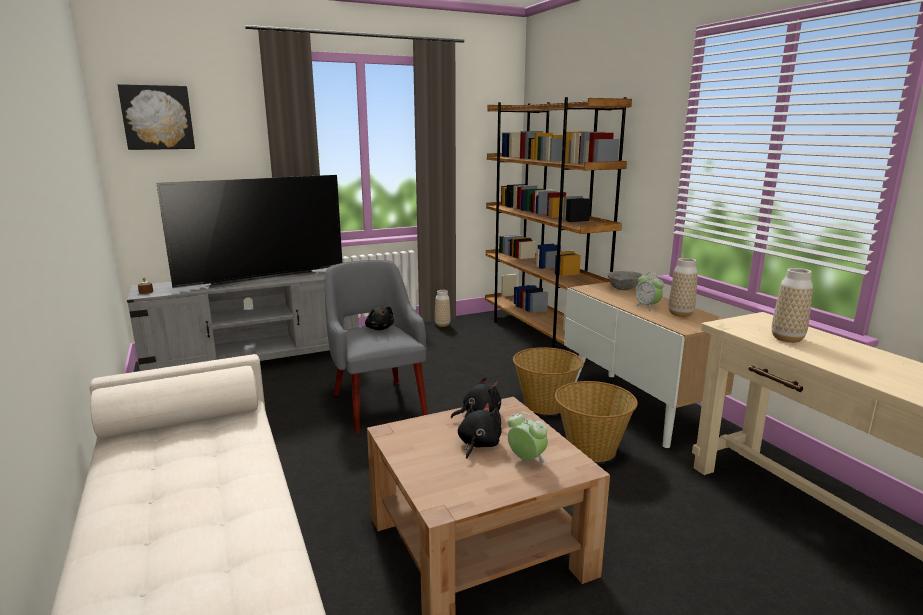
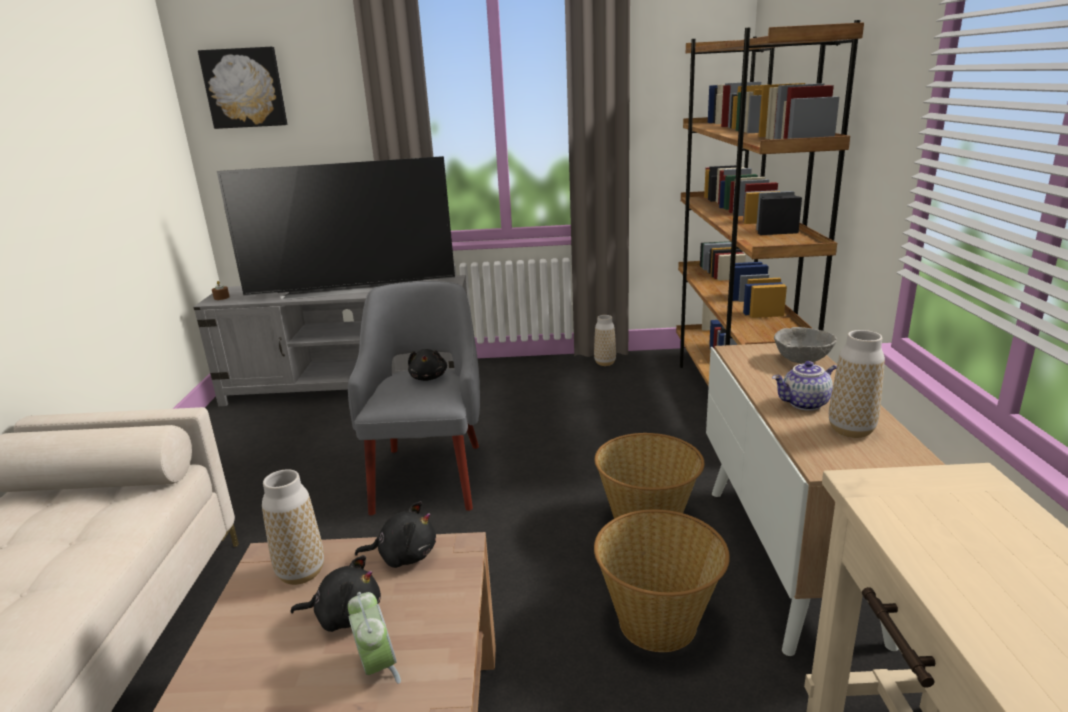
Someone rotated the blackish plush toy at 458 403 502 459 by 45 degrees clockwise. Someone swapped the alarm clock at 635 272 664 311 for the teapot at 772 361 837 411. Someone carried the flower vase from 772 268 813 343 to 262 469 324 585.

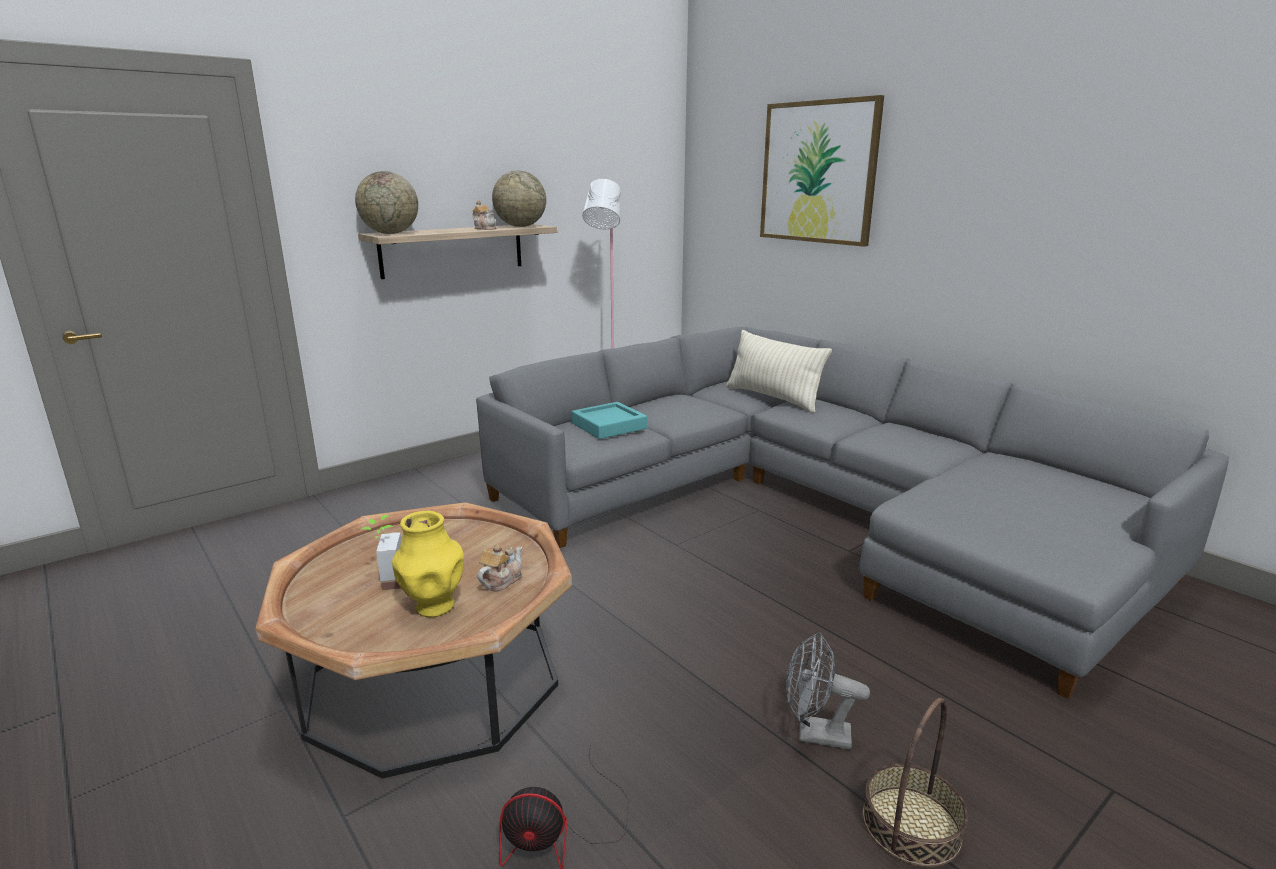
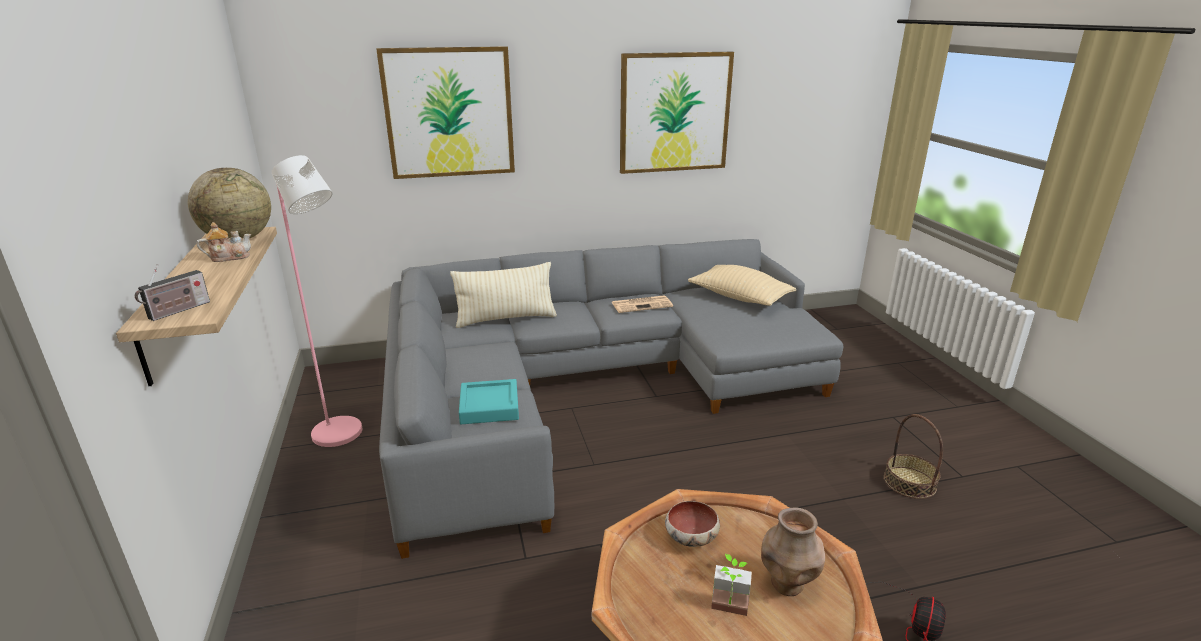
Someone swapped the desk globe at 355 171 418 234 for the radio receiver at 135 265 210 321. Someone repainted the yellowish flower vase at 392 511 464 617, which became the brown-coloured flower vase at 761 508 825 596. Someone took away the teapot at 477 544 522 592. Someone took away the greyish electric fan at 786 632 870 749. Someone put down the newspaper at 611 295 673 313. Someone put up the wall art at 620 52 734 174. Someone put down the serving bowl at 665 501 720 547. Someone put down the beige-coloured throw pillow at 688 265 796 306.

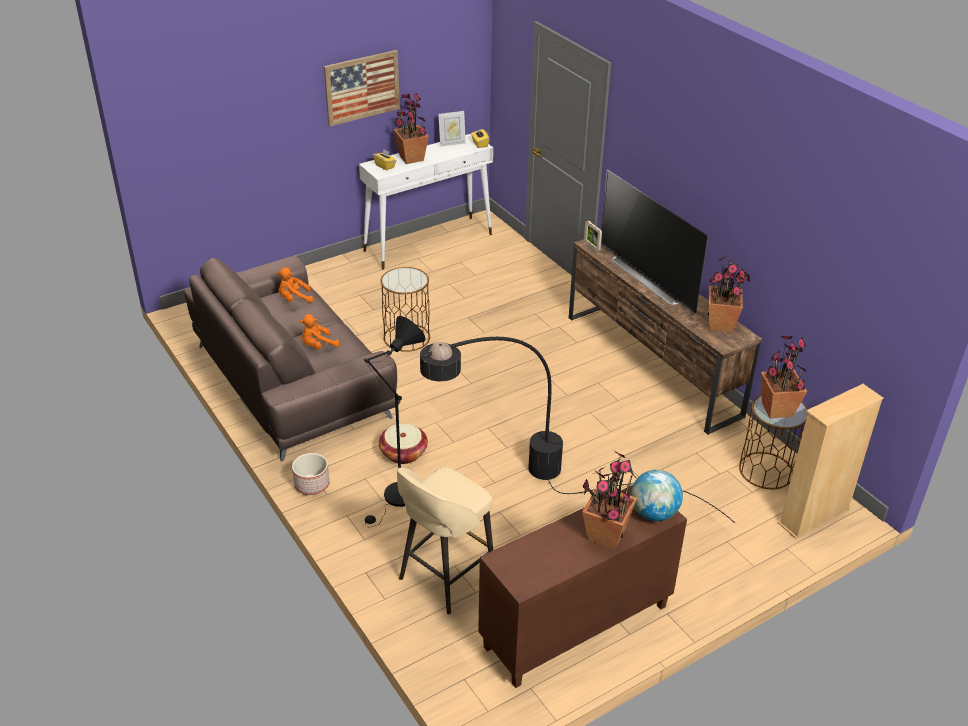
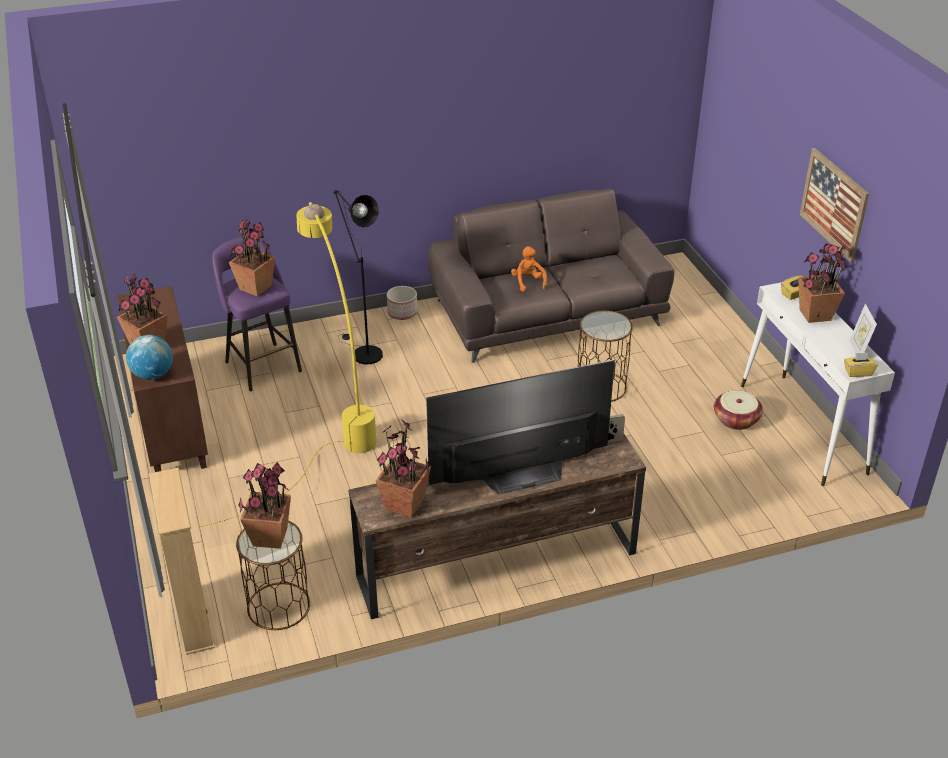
Someone took away the orange-coloured plush toy at 277 267 313 303. Someone carried the household basket from 379 423 428 464 to 714 390 763 430. Someone repainted the beige-coloured sitting stool at 397 467 493 614, which became the purple sitting stool at 212 237 302 391. Someone repainted the blackish standing lamp at 420 337 735 523, which became the yellowish standing lamp at 199 202 377 527. Someone put down the potted plant at 229 219 275 296.

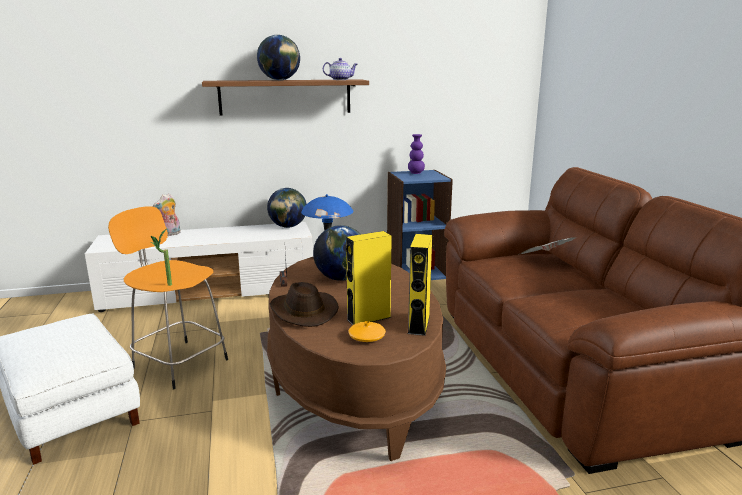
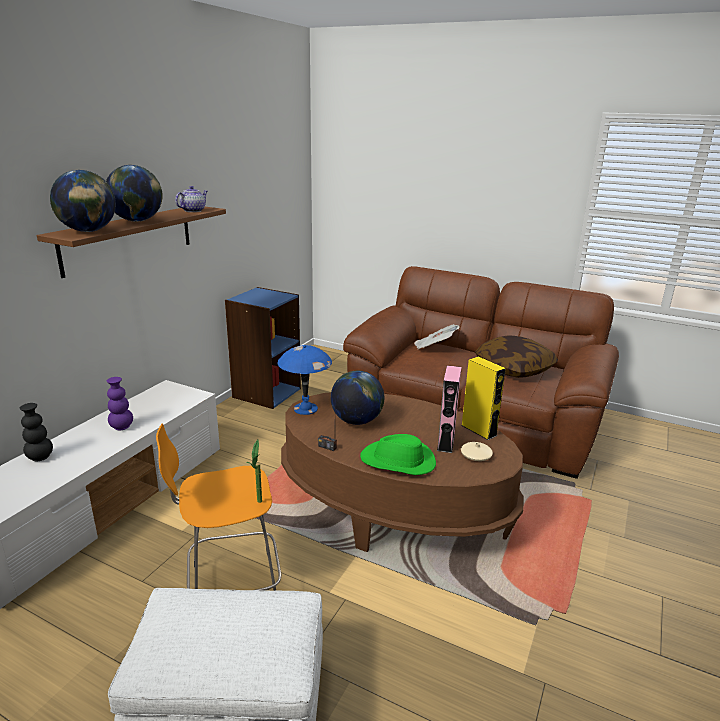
Someone swapped the plush toy at 153 193 181 236 for the blackish flower vase at 20 403 53 461. Someone carried the desk globe from 267 188 307 228 to 50 170 116 232. Someone repainted the brown-coloured clothing hat at 270 282 339 327, which became the green-coloured clothing hat at 360 434 436 475. Someone repainted the yellowish loudspeaker at 346 231 392 325, which became the pink loudspeaker at 437 365 461 453. Someone repainted the orange-coloured flower vase at 349 321 386 342, which became the beige-coloured flower vase at 461 442 493 461. Someone carried the purple flower vase from 408 134 425 174 to 107 377 133 430. Someone put down the throw pillow at 475 336 558 378.

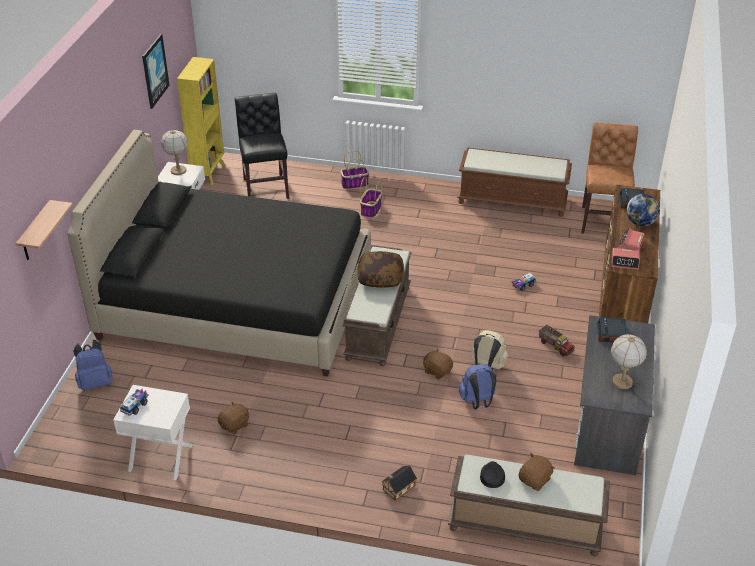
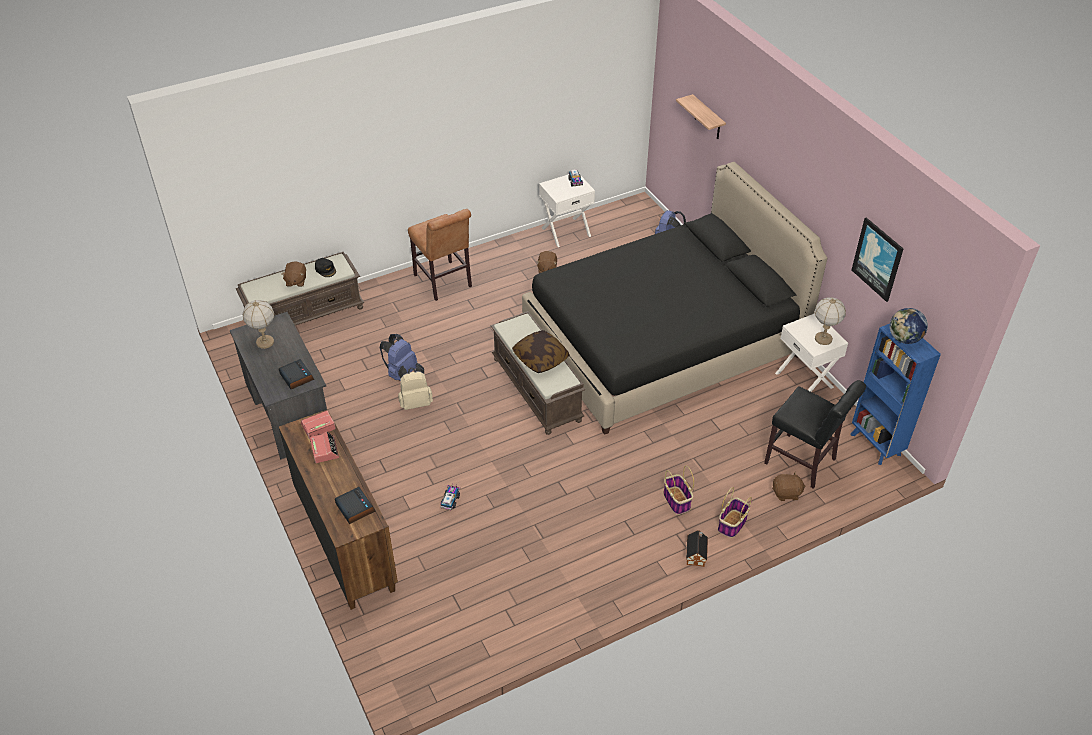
Someone repainted the yellowish shelving unit at 177 57 225 185, which became the blue-coloured shelving unit at 851 324 941 465. Someone carried the miniature house from 381 466 417 501 to 686 530 708 567. Someone carried the brown-coloured plush toy from 423 349 453 380 to 772 472 806 501. Someone took away the brown-coloured long seat at 457 147 572 217. Someone took away the toy lorry at 539 325 575 356. Someone carried the brown-coloured upright chair from 582 123 638 234 to 408 209 472 301. Someone carried the desk globe from 626 194 660 226 to 890 308 928 344.

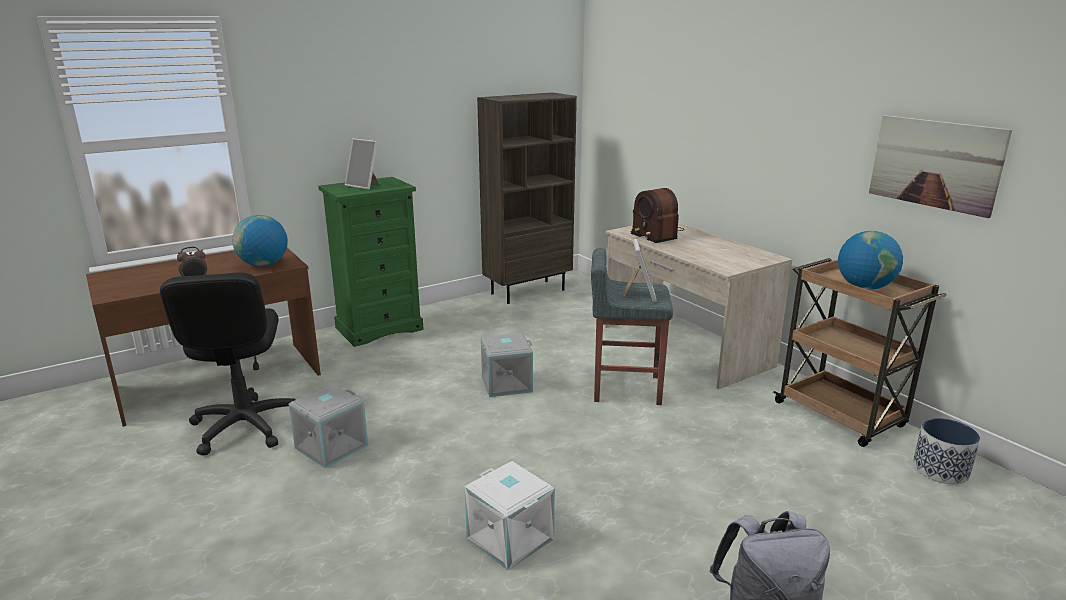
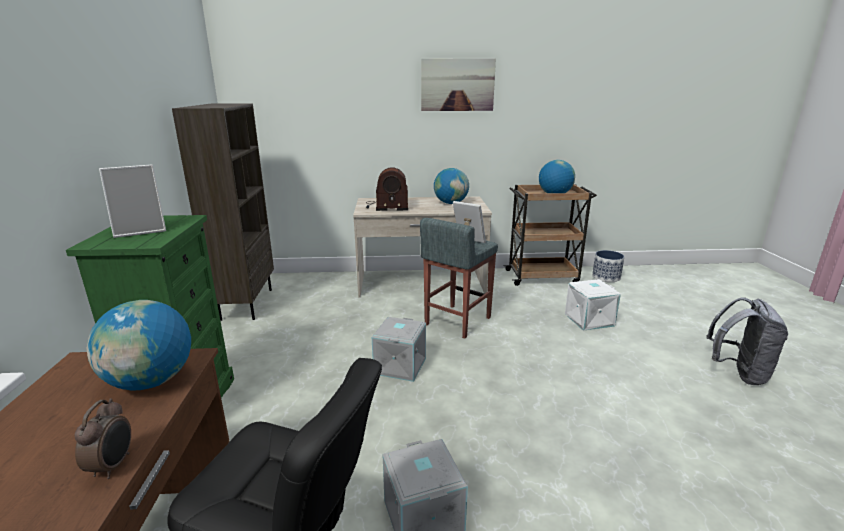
Someone carried the whitish storage bin from 465 461 555 570 to 565 279 621 331. Someone carried the wall art from 869 115 1012 218 to 421 58 496 111. Someone put down the desk globe at 434 168 469 204.

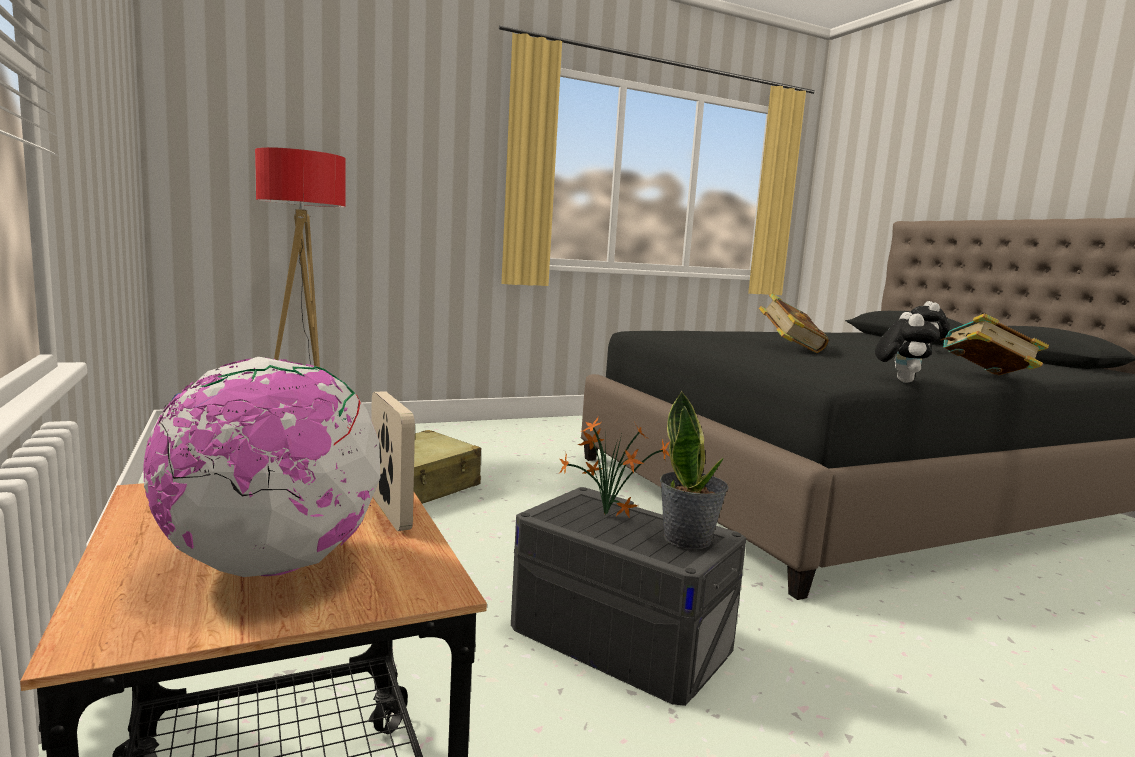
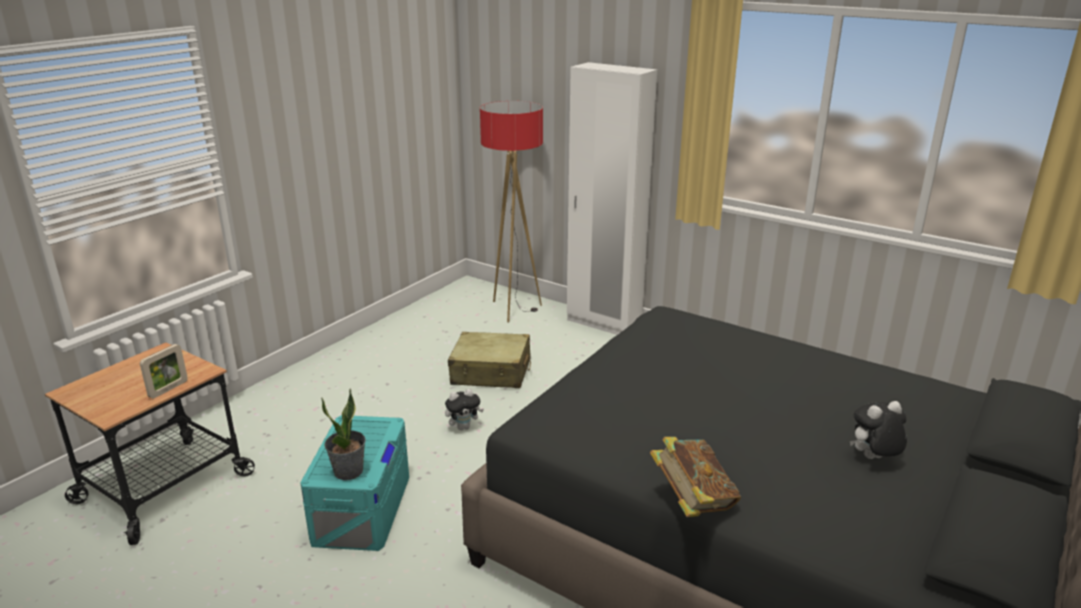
Someone took away the desk globe at 143 357 380 577. Someone repainted the greyish storage bin at 511 487 746 706, which became the turquoise-coloured storage bin at 300 415 409 551. Someone took away the potted plant at 558 417 670 518. Someone took away the volume at 759 293 829 353. Someone carried the plush toy from 875 312 940 383 to 445 389 484 430. Someone put down the whitish clothes cupboard at 567 62 657 335.

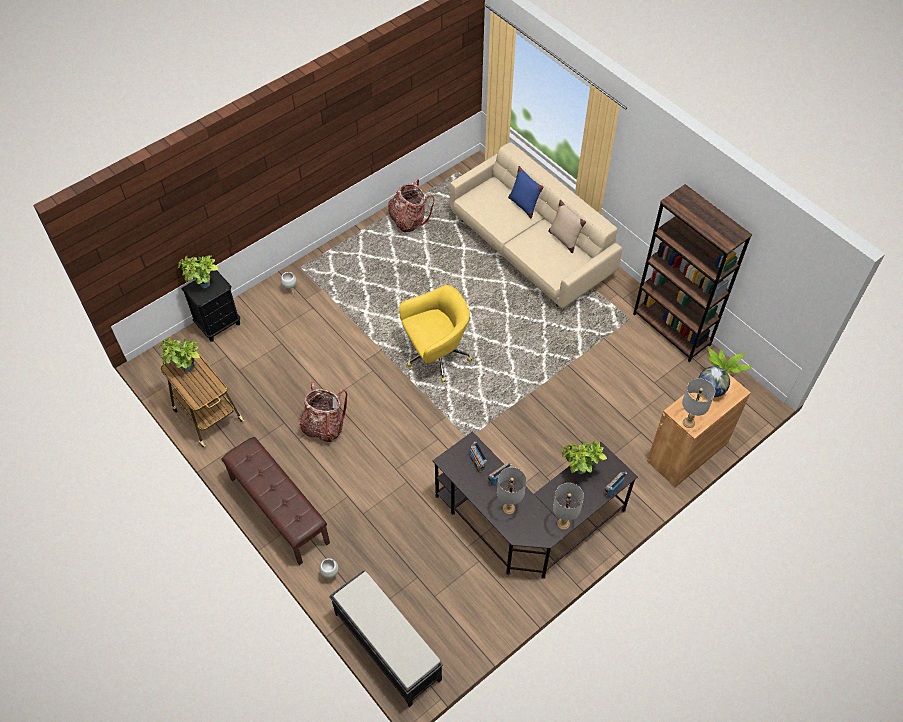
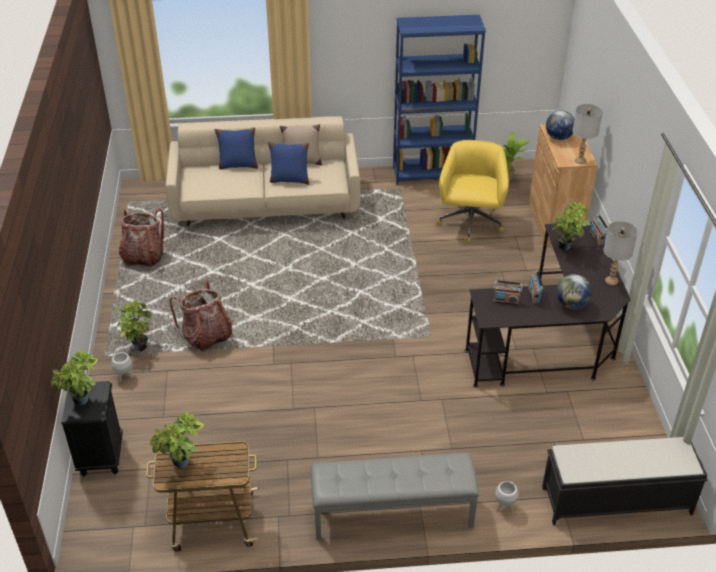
Someone repainted the brown-coloured long seat at 221 437 330 565, which became the greyish long seat at 311 453 479 540. Someone carried the rucksack from 300 382 347 442 to 170 280 232 351. Someone carried the yellowish computer chair from 399 285 473 382 to 436 140 509 243. Someone swapped the greyish tabletop lamp at 497 467 526 515 for the desk globe at 556 274 592 309. Someone repainted the brown-coloured shelving unit at 633 184 752 362, which became the blue-coloured shelving unit at 393 15 486 185. Someone put down the potted plant at 114 300 151 351. Someone put down the blue-coloured throw pillow at 268 142 309 185.

